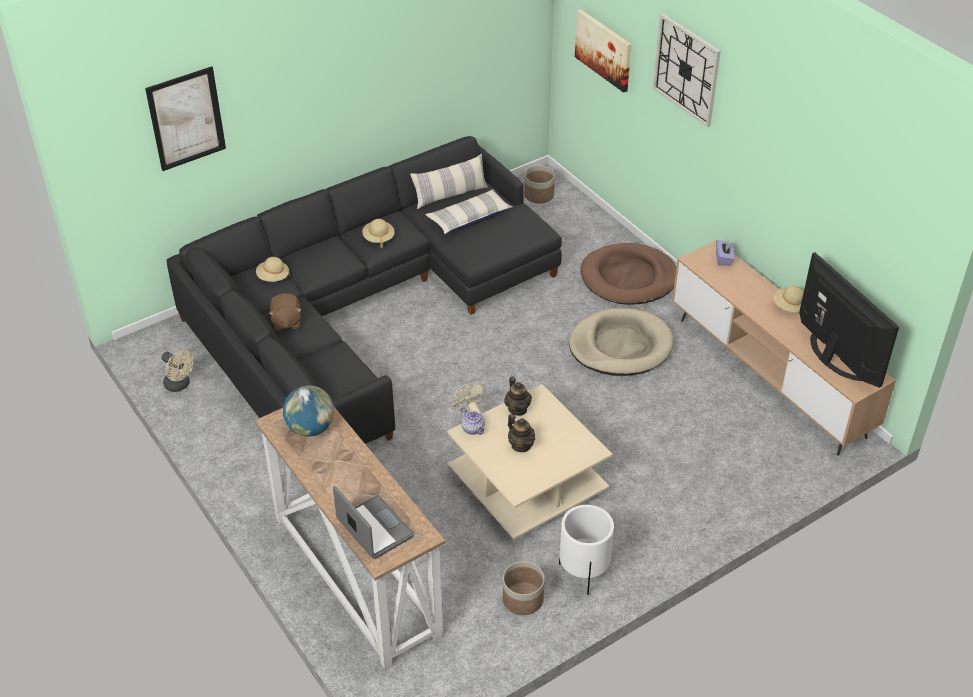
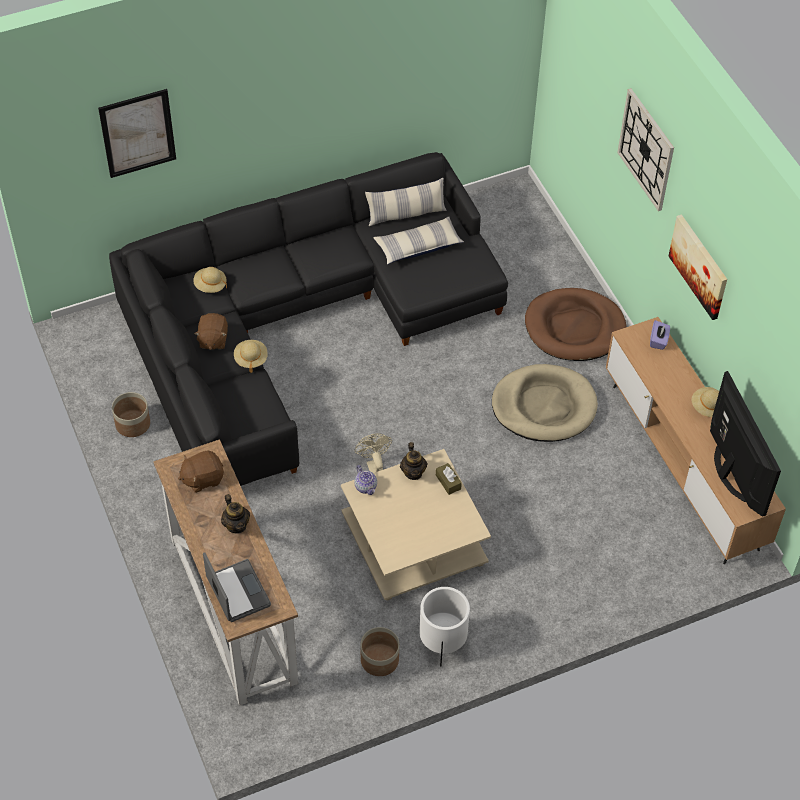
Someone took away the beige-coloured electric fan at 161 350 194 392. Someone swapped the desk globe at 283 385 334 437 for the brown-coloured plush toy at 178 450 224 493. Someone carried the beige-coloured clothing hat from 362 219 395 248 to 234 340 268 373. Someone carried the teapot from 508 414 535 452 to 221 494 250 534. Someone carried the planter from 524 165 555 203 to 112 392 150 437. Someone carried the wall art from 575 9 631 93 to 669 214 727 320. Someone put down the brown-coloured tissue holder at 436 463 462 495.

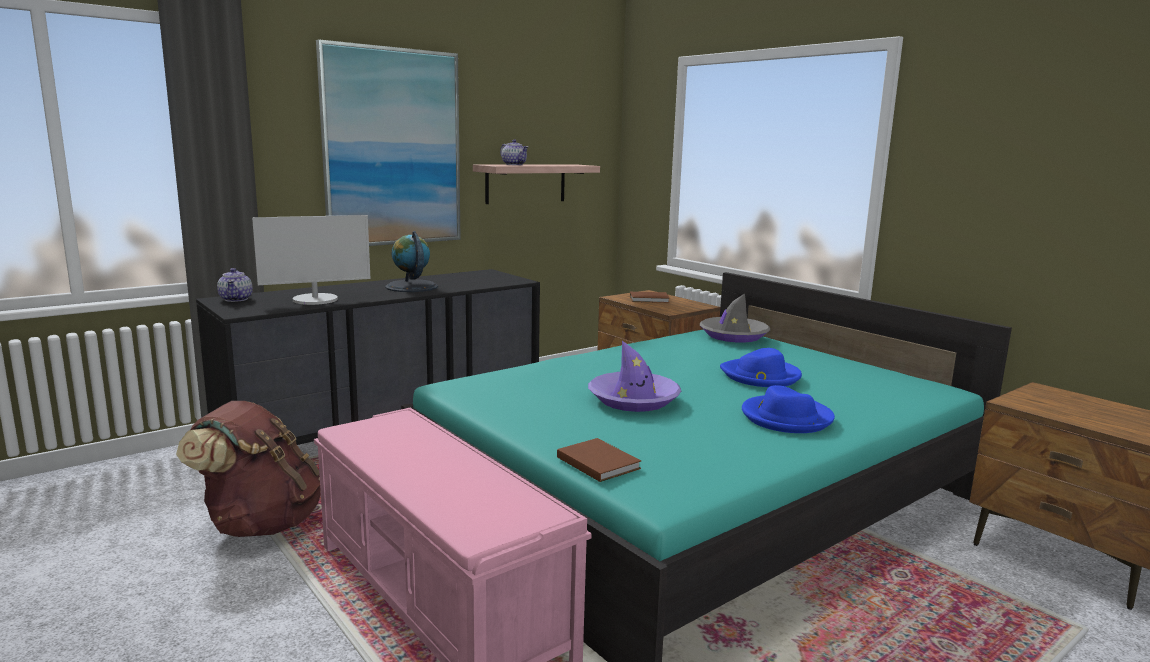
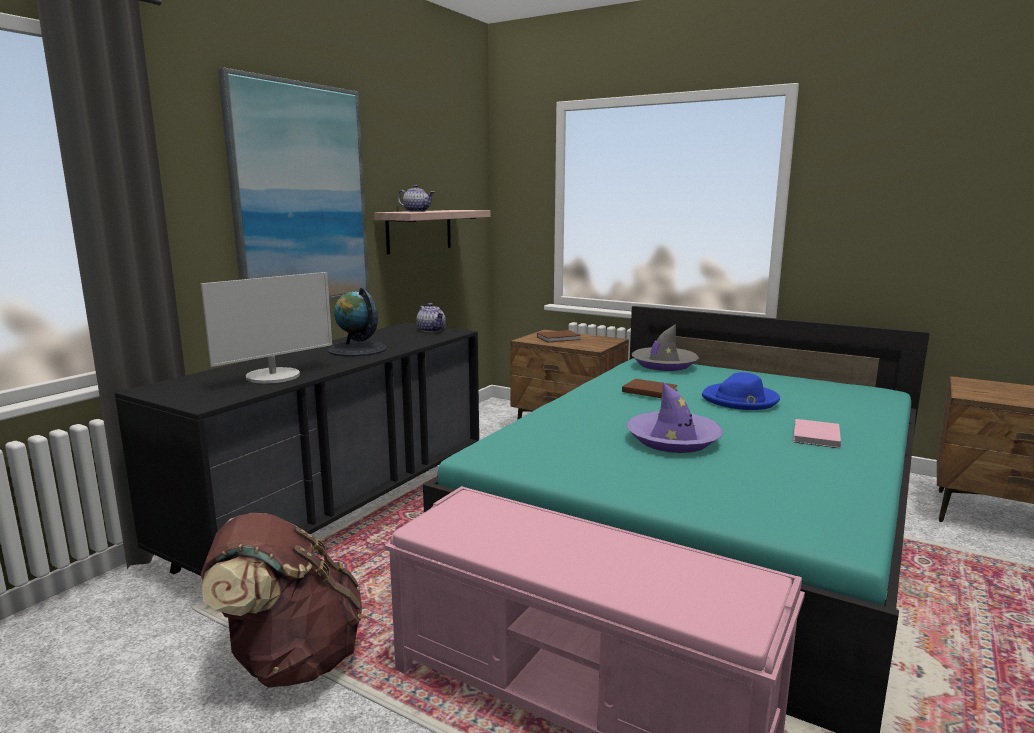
Someone carried the teapot from 217 268 253 302 to 417 303 445 332. Someone carried the brown-coloured volume from 557 438 641 482 to 622 379 678 398. Someone swapped the blue-coloured clothing hat at 742 385 835 433 for the pink volume at 793 419 841 448.

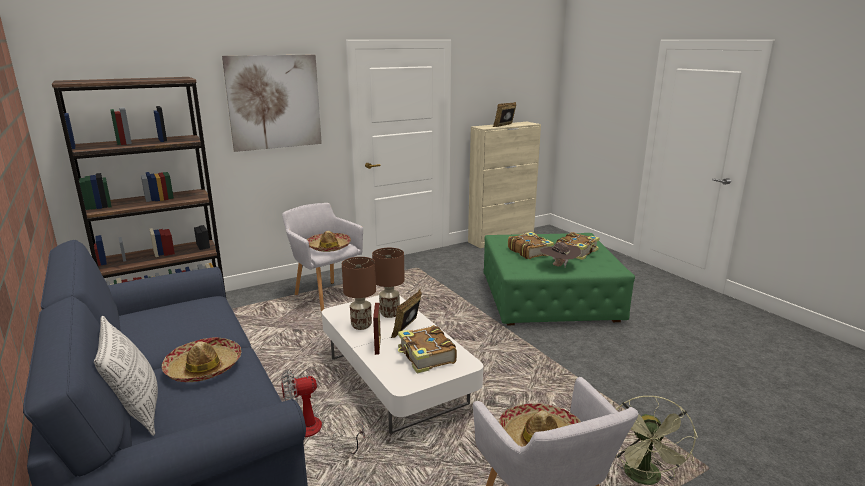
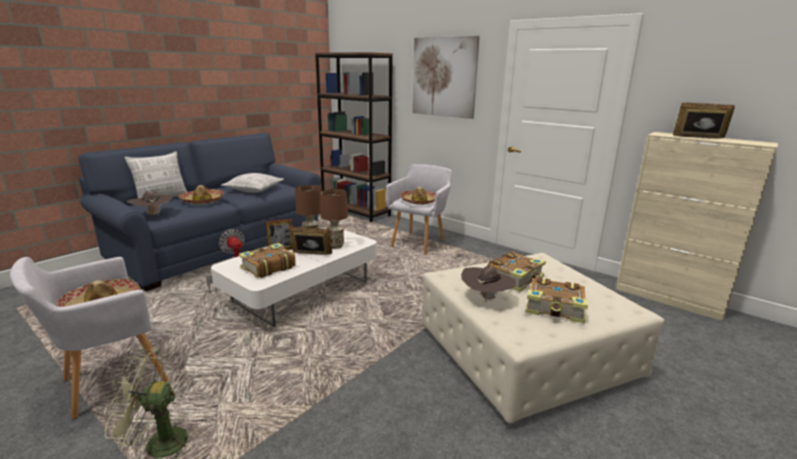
Someone repainted the green-coloured pouffe at 483 233 635 325, which became the beige-coloured pouffe at 421 253 664 423. Someone put down the brown-coloured clothing hat at 126 190 174 215. Someone put down the throw pillow at 221 173 284 193.

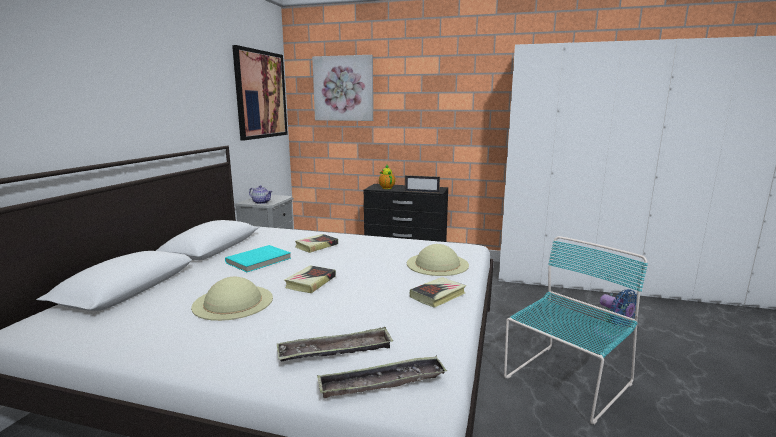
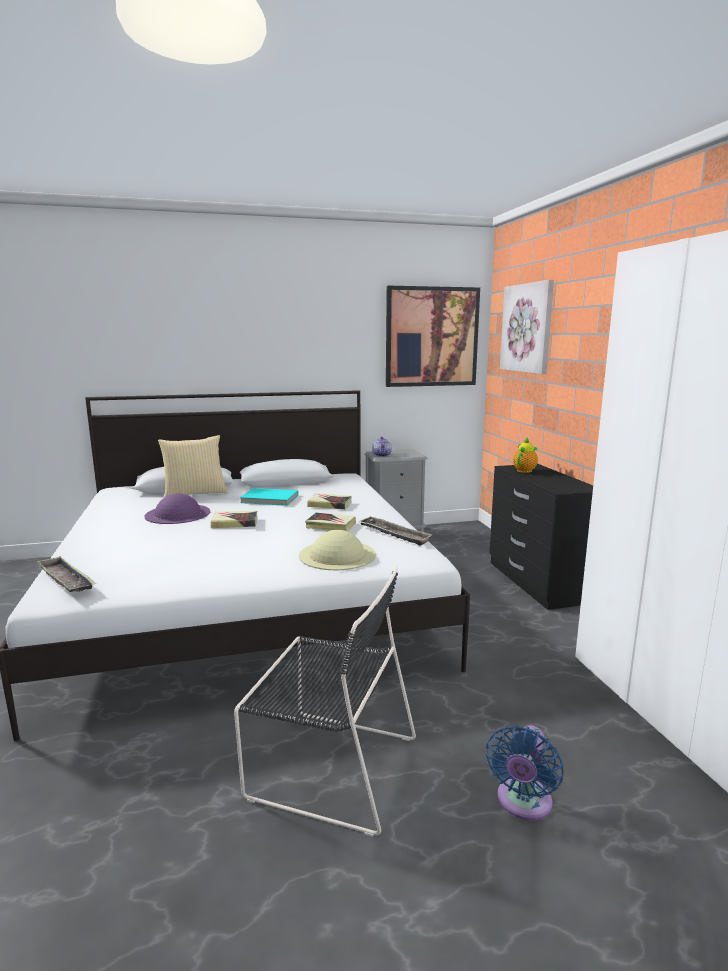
Someone repainted the beige-coloured clothing hat at 191 277 273 321, which became the purple clothing hat at 144 493 210 524. Someone carried the serving tray from 277 327 393 362 to 359 516 433 546. Someone took away the standing frame at 405 175 440 193. Someone carried the volume from 410 277 466 308 to 305 513 356 532. Someone repainted the turquoise-coloured upright chair at 504 236 648 425, which became the blackish upright chair at 234 566 416 837. Someone put down the throw pillow at 158 435 228 498.

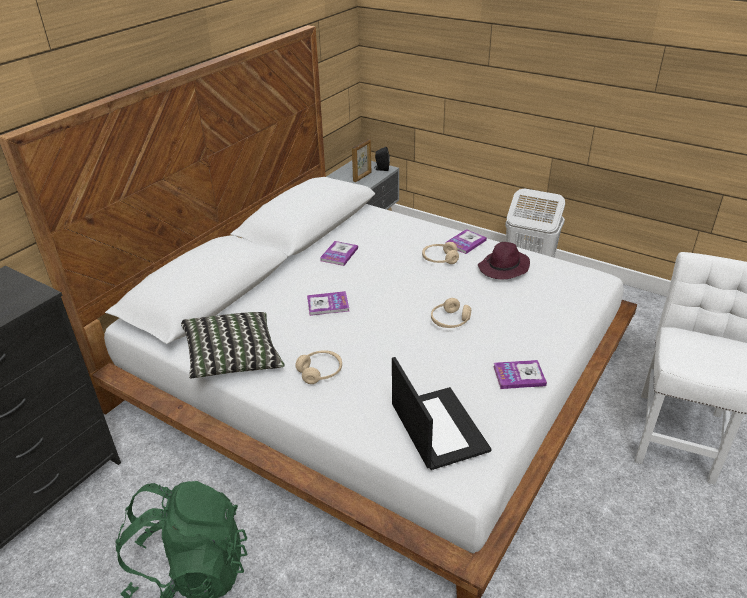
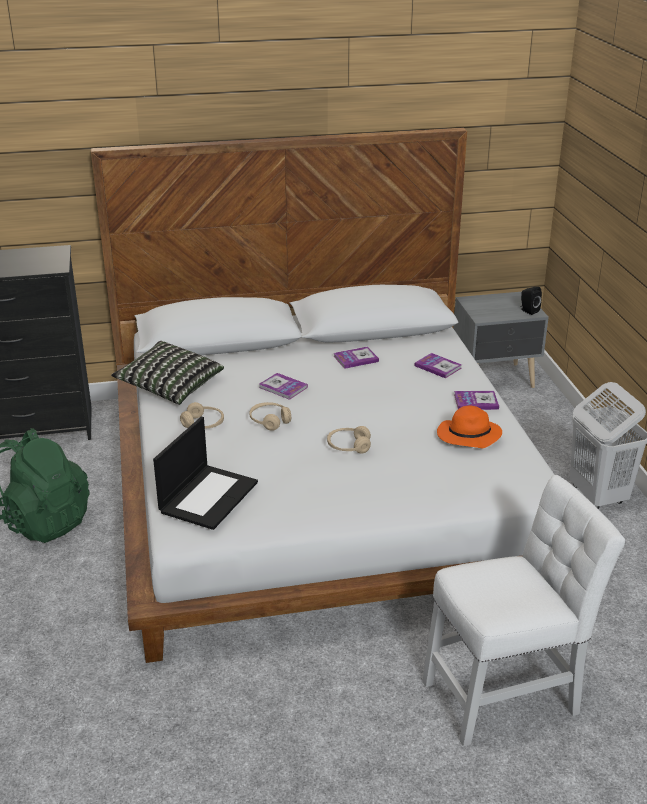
Someone took away the standing frame at 352 139 371 182. Someone carried the beige-coloured pair of headphones from 422 242 459 264 to 249 402 291 431. Someone repainted the purple clothing hat at 478 242 530 279, which became the orange-coloured clothing hat at 437 406 502 448. Someone carried the volume from 493 360 547 389 to 415 353 462 378.

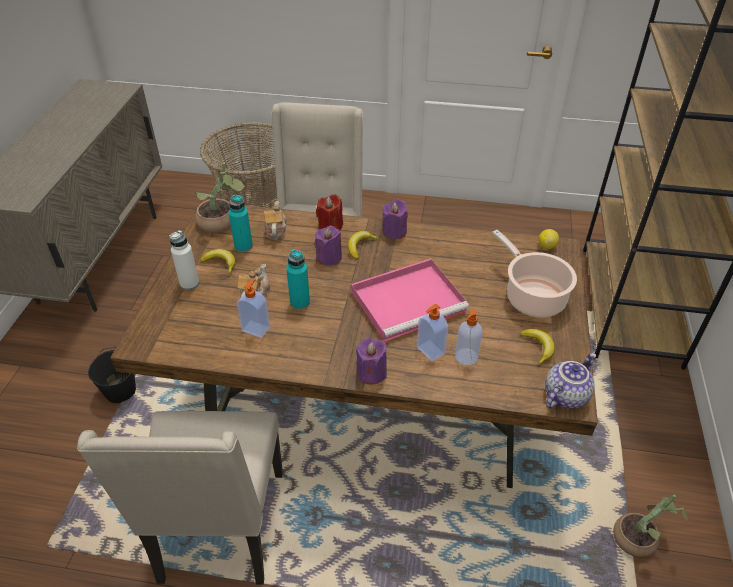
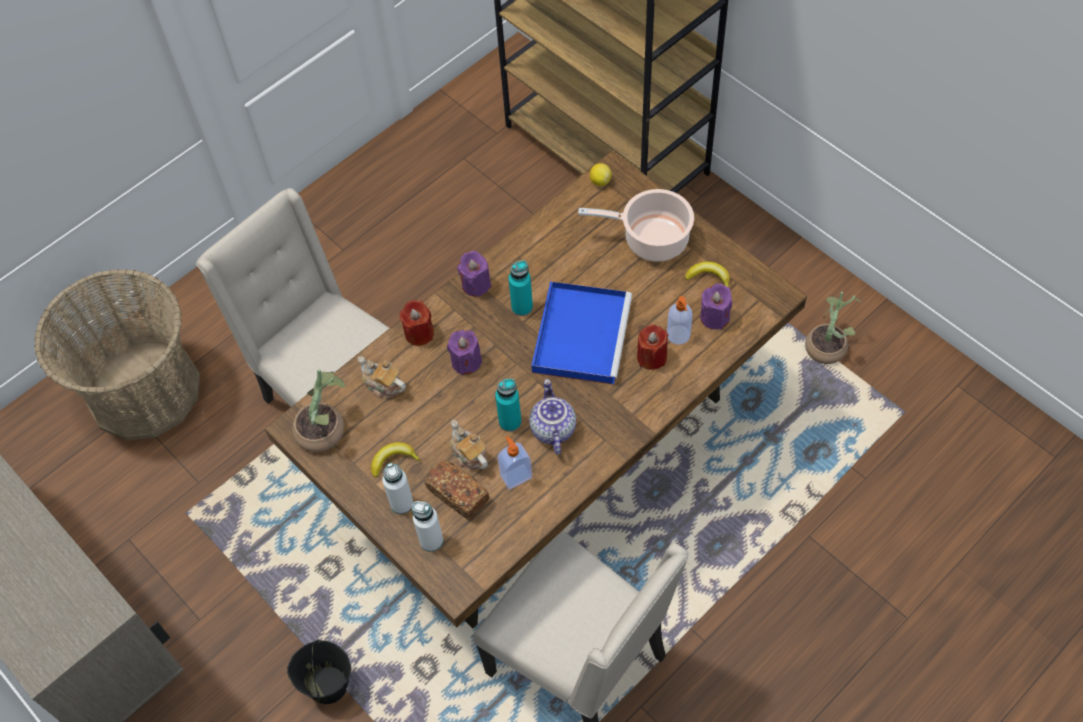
Someone carried the turquoise-coloured bottle from 229 194 253 252 to 508 260 533 316. Someone took away the banana fruit at 348 231 379 260. Someone repainted the pink serving tray at 351 258 469 342, which became the blue-coloured serving tray at 531 281 632 385. Someone carried the purple candle from 356 338 387 384 to 700 283 732 330. Someone swapped the soap dispenser at 417 304 448 362 for the red candle at 637 324 668 370. Someone carried the teapot from 545 353 596 409 to 529 379 576 455. Someone put down the whitish bottle at 412 501 443 552. Someone put down the bread at 424 459 489 520.

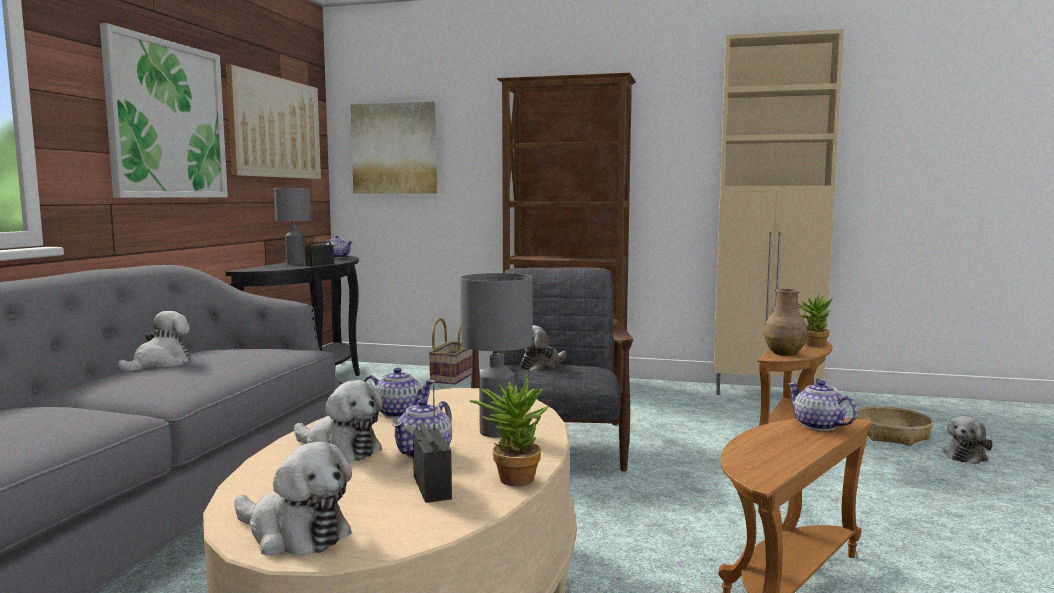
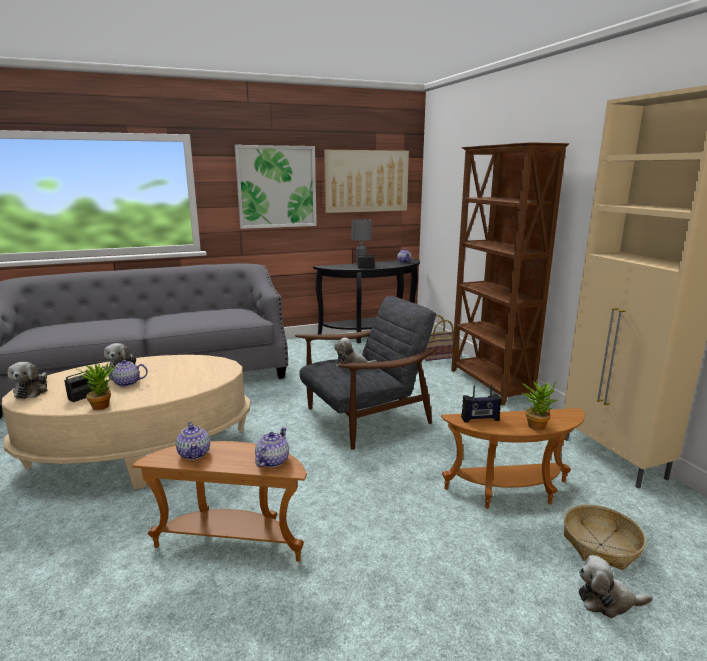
Someone took away the plush toy at 117 311 190 372. Someone took away the wall art at 351 102 437 194. Someone carried the teapot from 364 368 436 418 to 176 422 210 460. Someone took away the greyish tabletop lamp at 460 273 533 438. Someone swapped the brown-coloured flower vase at 764 289 807 356 for the radio receiver at 461 384 501 422.

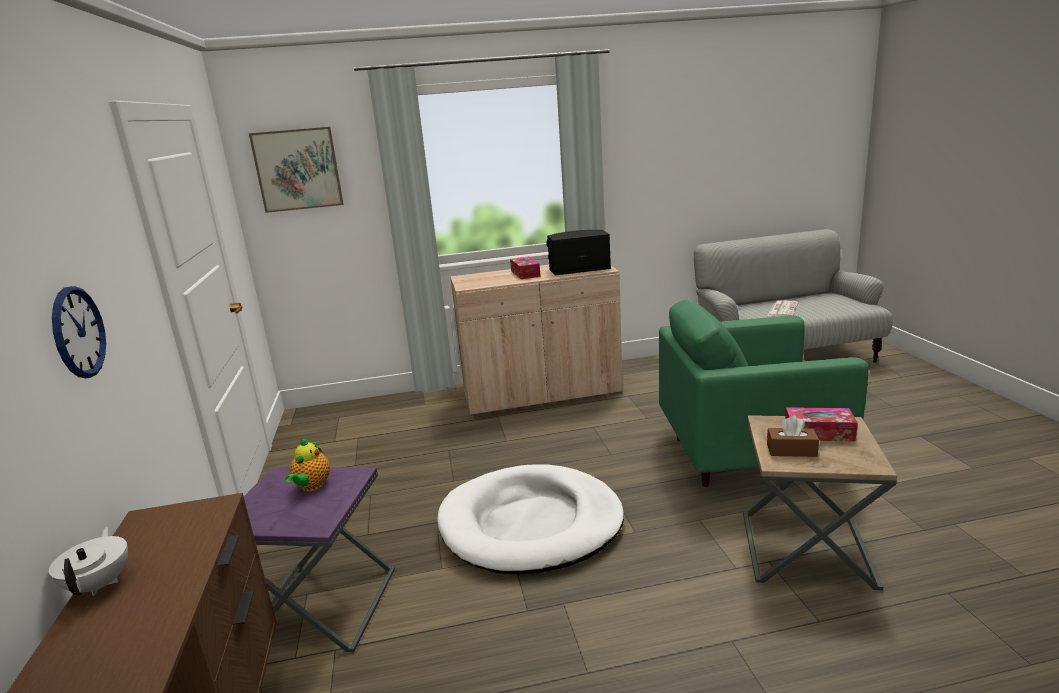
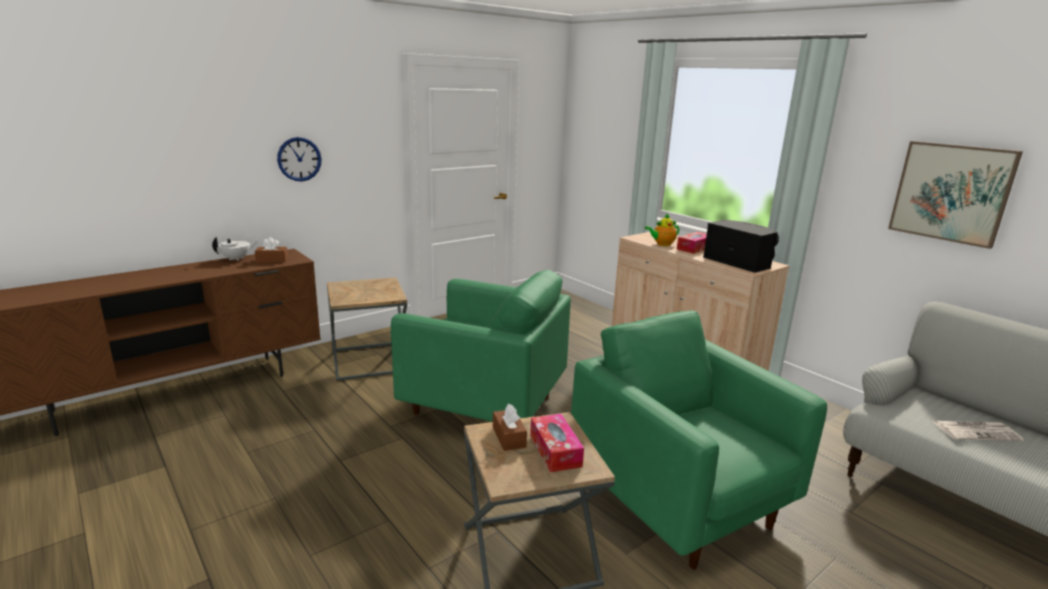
Someone repainted the purple side table at 244 467 395 652, which became the brown-coloured side table at 327 277 407 381. Someone carried the wall art from 249 127 344 213 to 888 141 1023 249. Someone carried the teapot from 286 438 330 492 to 645 214 679 246. Someone swapped the whitish dog bed at 437 464 624 575 for the green-coloured lounge chair at 391 270 571 422. Someone put down the brown-coloured tissue holder at 255 237 288 263.

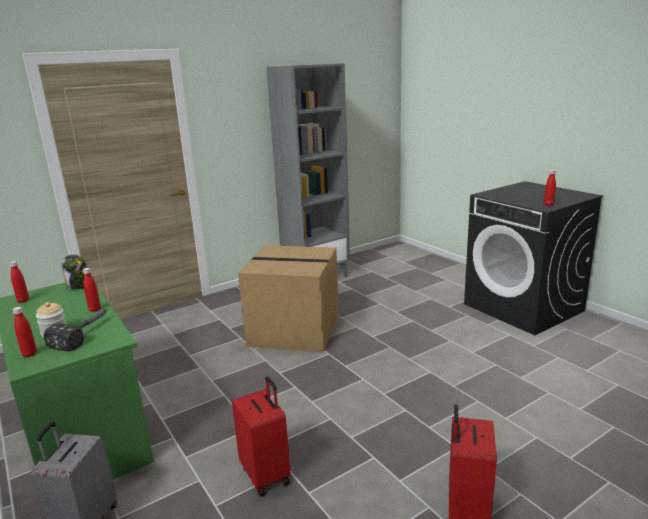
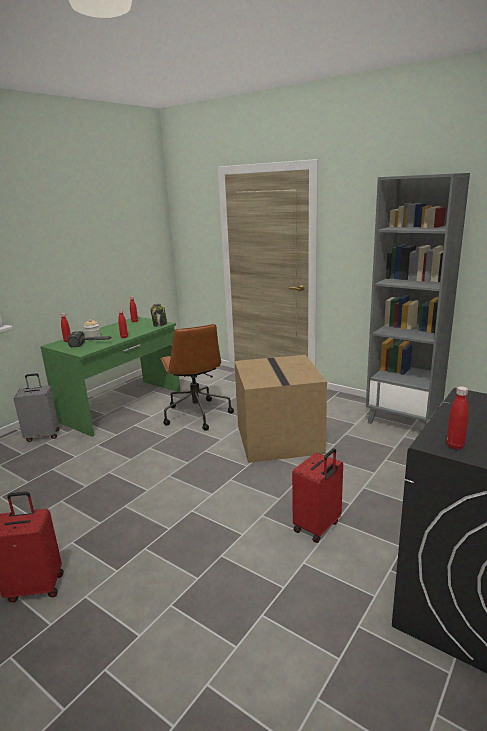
Someone carried the red piece of luggage from 232 376 291 496 to 292 449 343 543. Someone put down the brown-coloured computer chair at 161 324 234 431.

